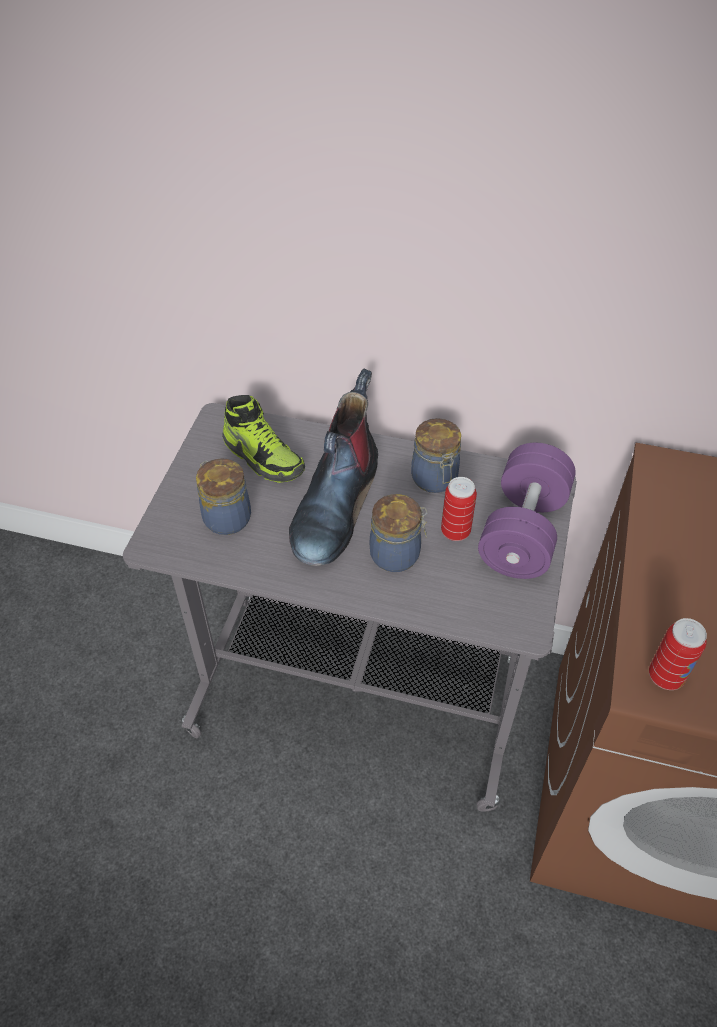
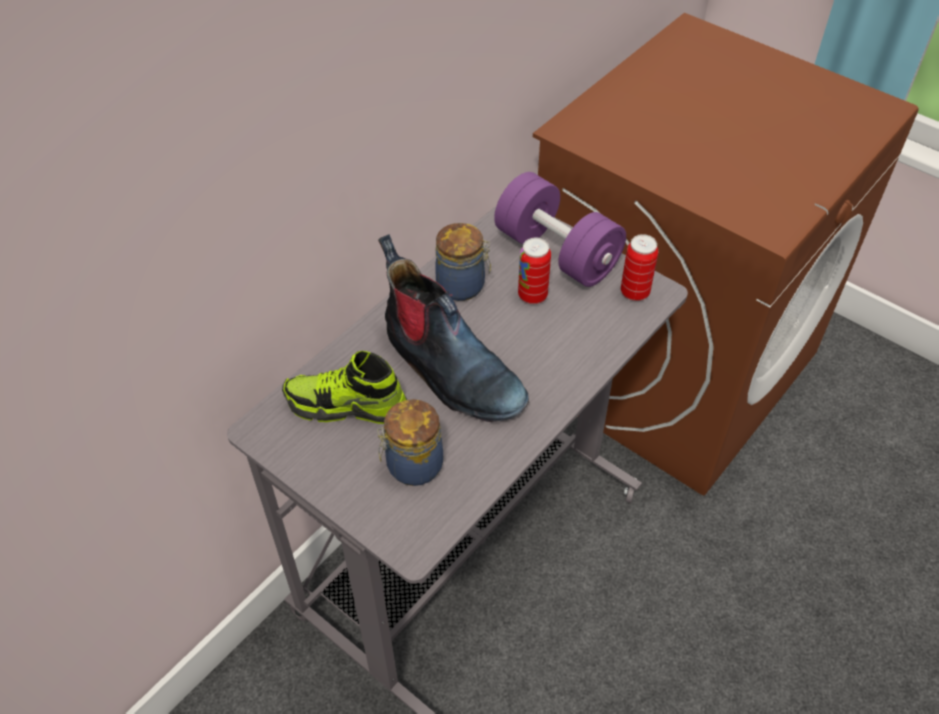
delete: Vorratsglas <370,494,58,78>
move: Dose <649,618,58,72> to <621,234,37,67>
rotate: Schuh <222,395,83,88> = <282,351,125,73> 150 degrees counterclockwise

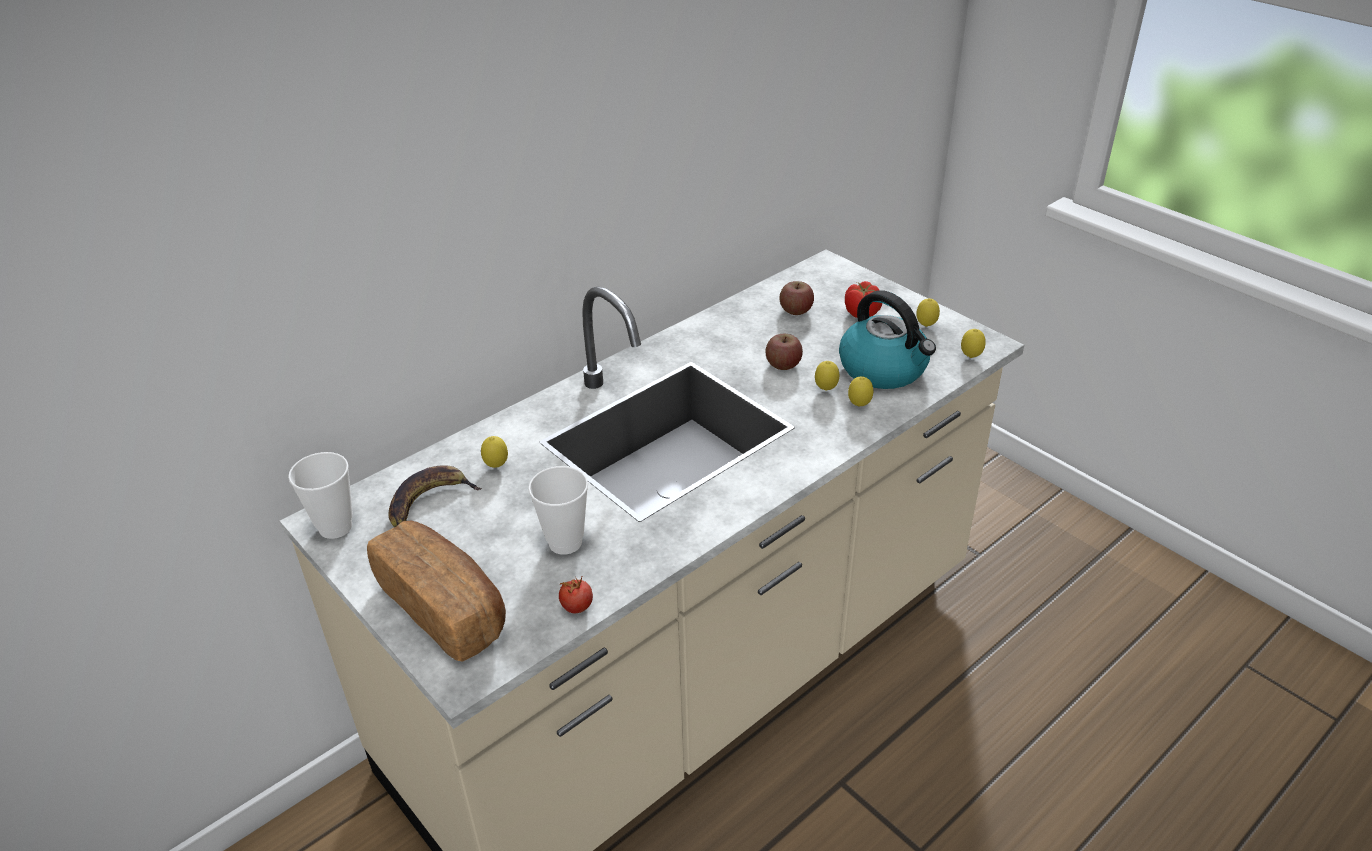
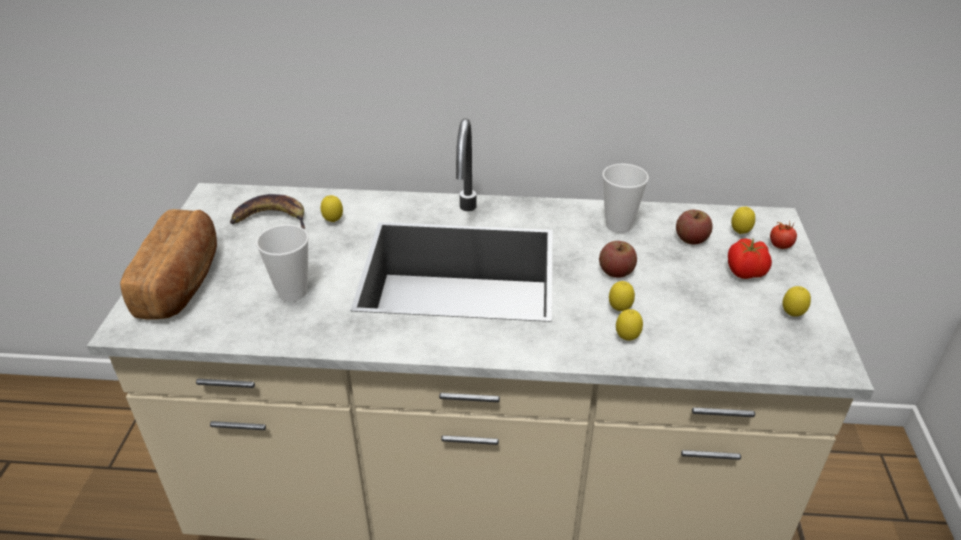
delete: Wasserkessel <839,290,97,99>
move: Tasse <288,452,65,87> to <603,164,46,69>; Tomate <559,577,34,36> to <770,220,27,29>; Zitrone <961,329,25,29> to <731,207,24,27>

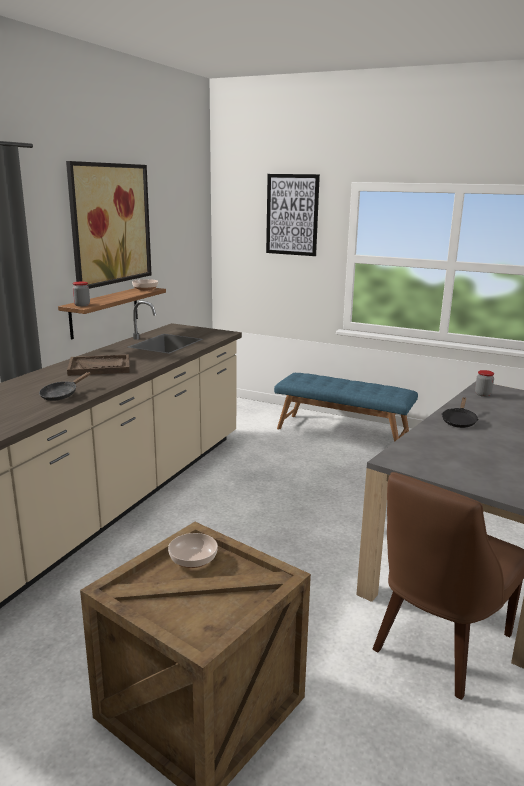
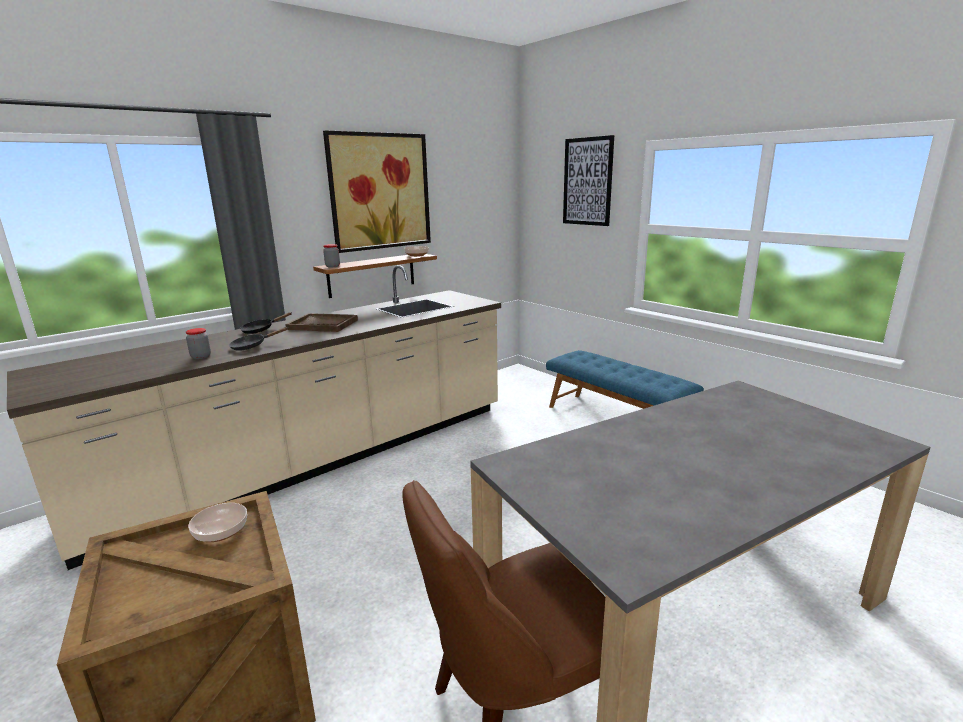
move: Pfanne [schwarz] <442,397,36,31> to <240,312,52,22>; Vorratsglas <475,370,19,27> to <186,328,25,31>

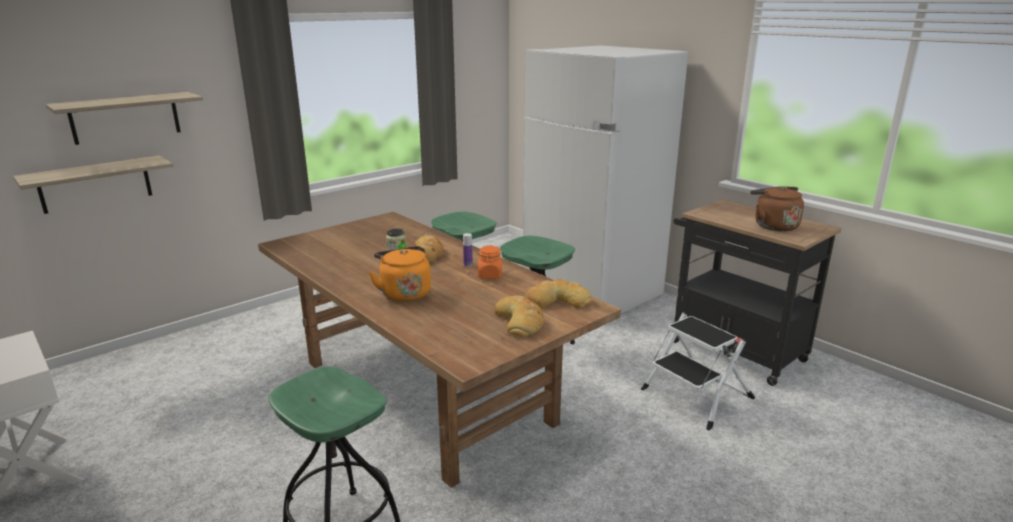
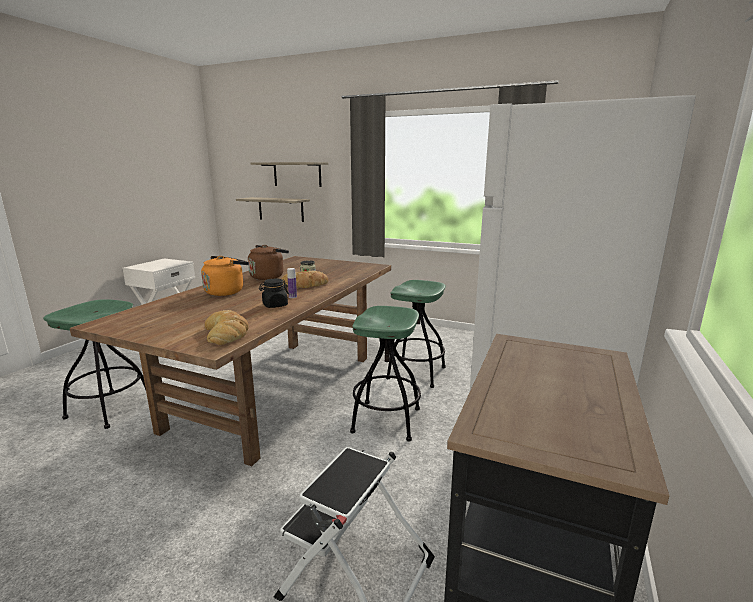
delete: Brot <494,296,50,41>
move: Wasserkessel [braun] <750,186,54,46> to <248,245,41,35>
recolor: Vorratsglas [orange] <478,245,24,34> to Vorratsglas [schwarz] <259,279,30,29>

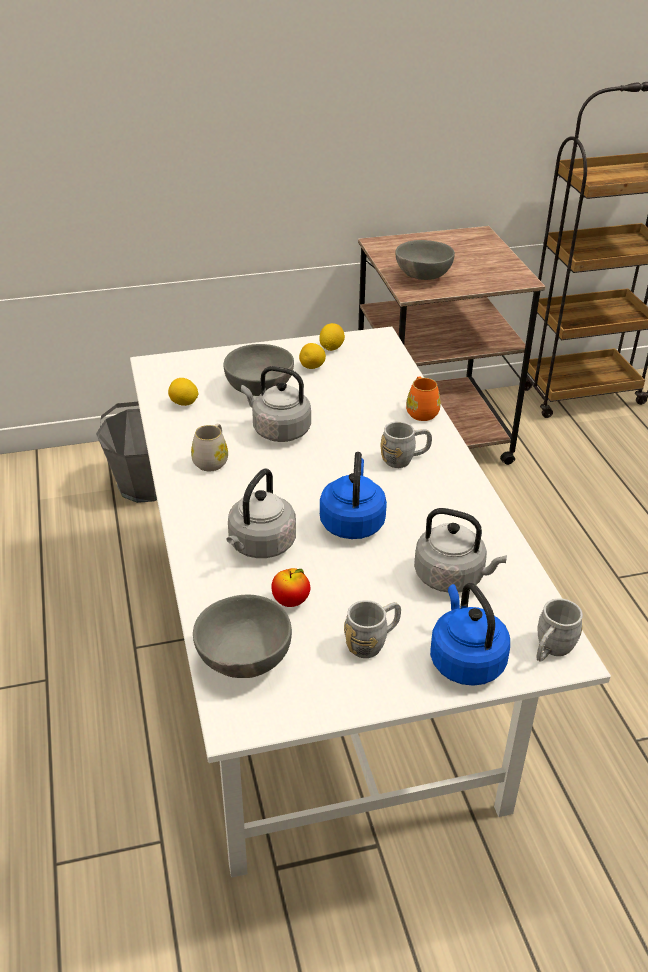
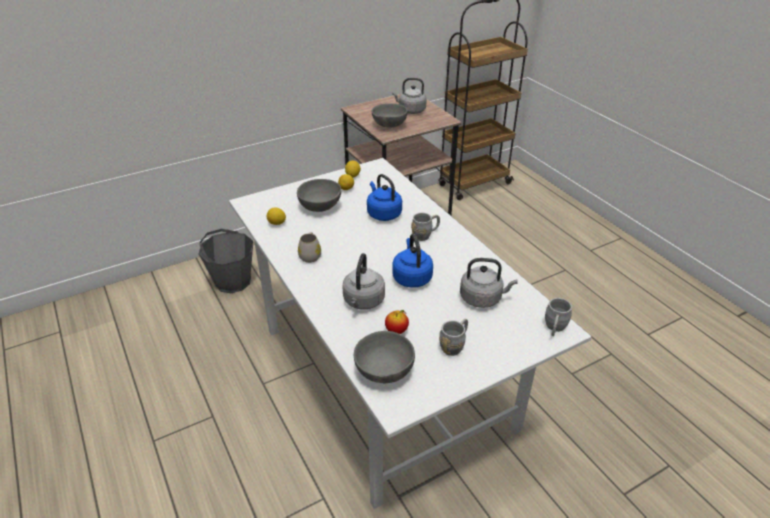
delete: Henkelbecher [orange] <406,376,35,45>
move: Wasserkessel [grau] <241,366,70,76> to <392,78,35,36>; Wasserkessel [blau] <430,583,80,103> to <367,174,35,47>

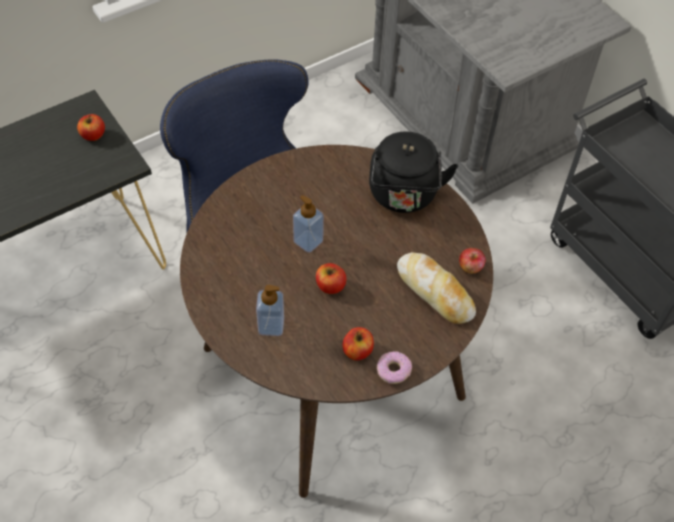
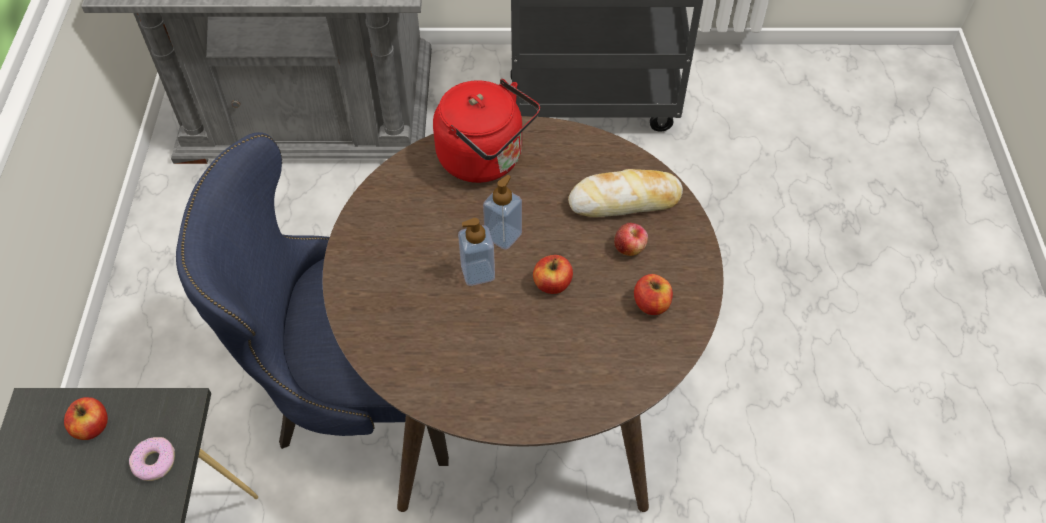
move: Seifenspender <256,285,28,51> to <483,175,39,75>; Donut <377,351,35,33> to <129,437,46,44>; Apfel <459,248,27,26> to <614,223,34,33>
recolor: Wasserkessel [schwarz] <369,132,89,81> to Wasserkessel [rot] <433,79,107,104>

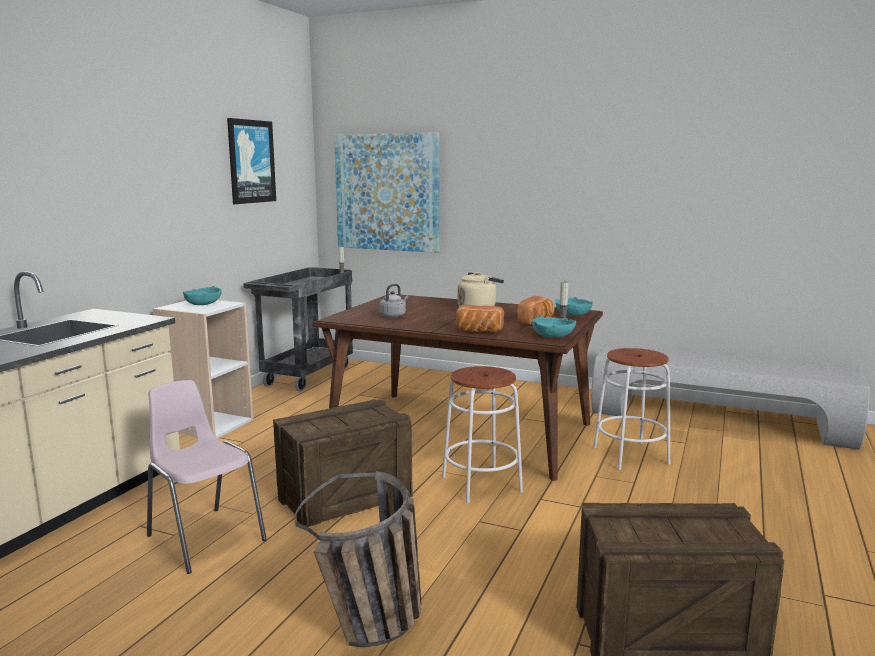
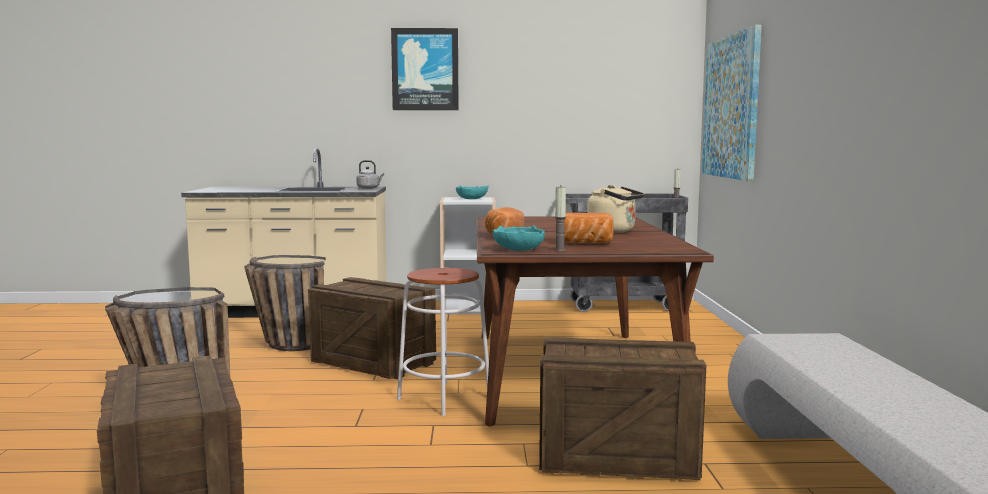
delete: Schüssel [türkis] <555,297,38,19>
move: Bild <227,118,49,86> to <391,28,68,82>; Wasserkessel [grau] <379,284,29,34> to <356,160,28,29>
replace: Stuhl [rosa] <147,380,120,194> to Korb <244,255,82,96>; Hocker [weiß] <593,348,77,122> to Kiste <539,337,168,143>

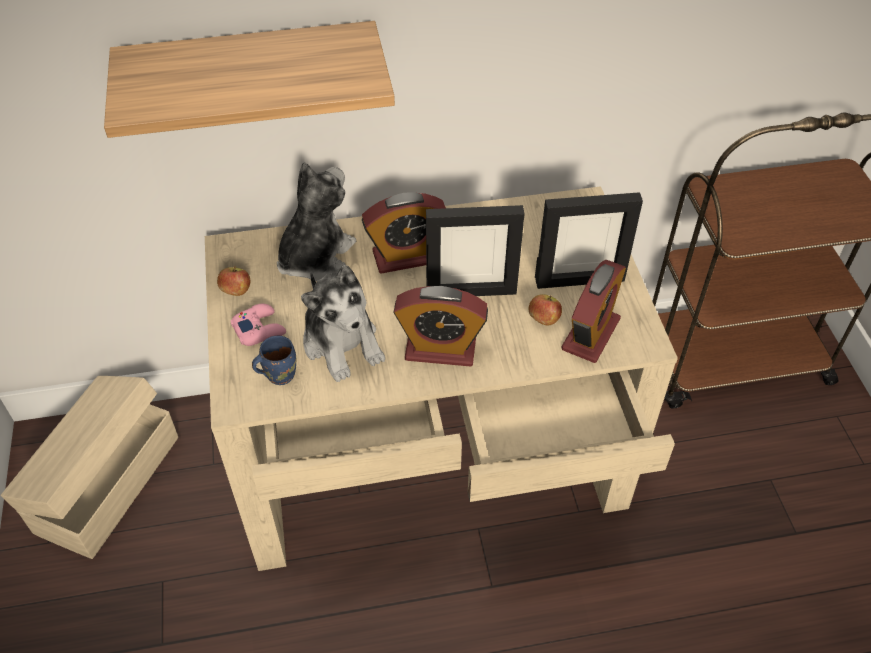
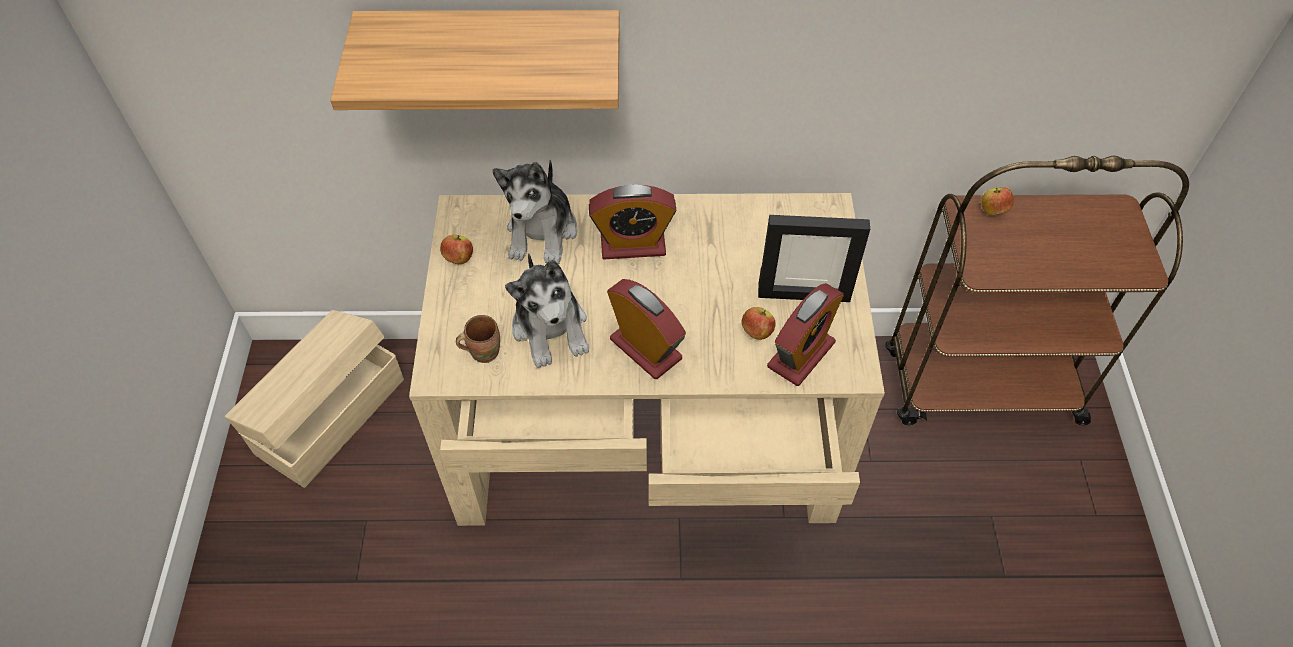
delete: Gamepad [rosa] <230,303,56,43>; Bilderrahmen <426,205,98,91>
insert: Apfel <982,187,32,29>
recolor: Henkelbecher [blau] <252,336,44,49> to Henkelbecher [braun] <456,315,44,48>
rotate: Plüschtier <277,162,79,119> = <492,160,85,104> 150 degrees clockwise; Wecker <393,286,95,81> = <607,279,79,100> 150 degrees counterclockwise

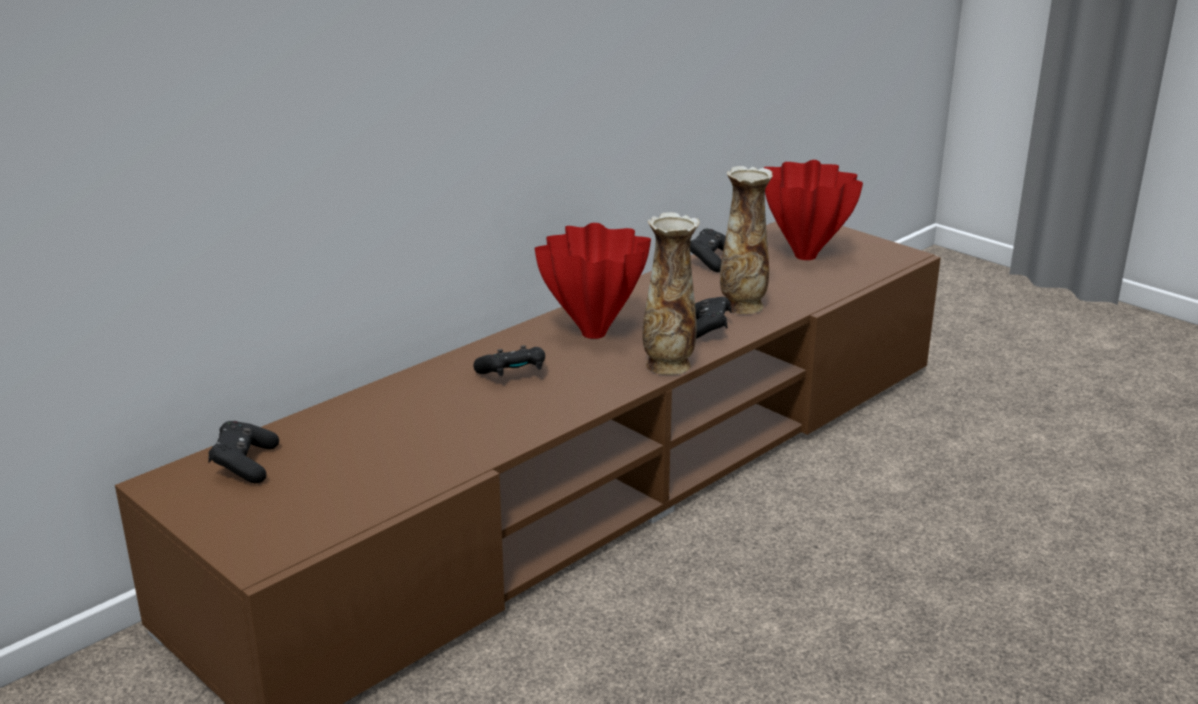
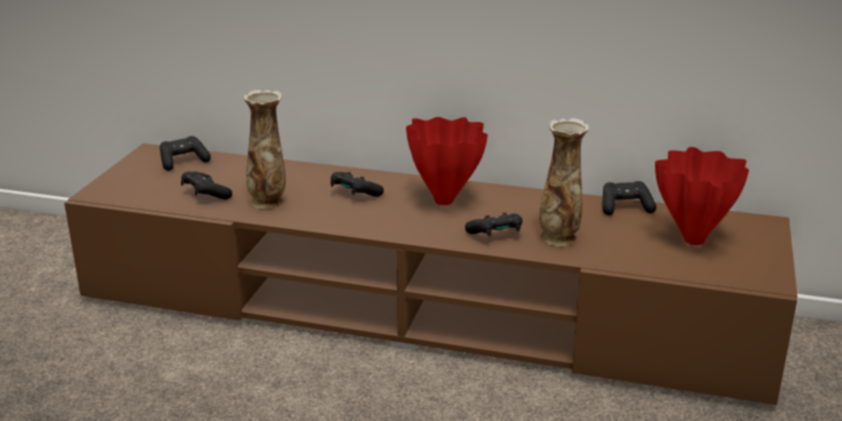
insert: Gamepad [schwarz] <181,171,51,29>
move: Vase <642,212,58,163> to <243,90,43,119>

